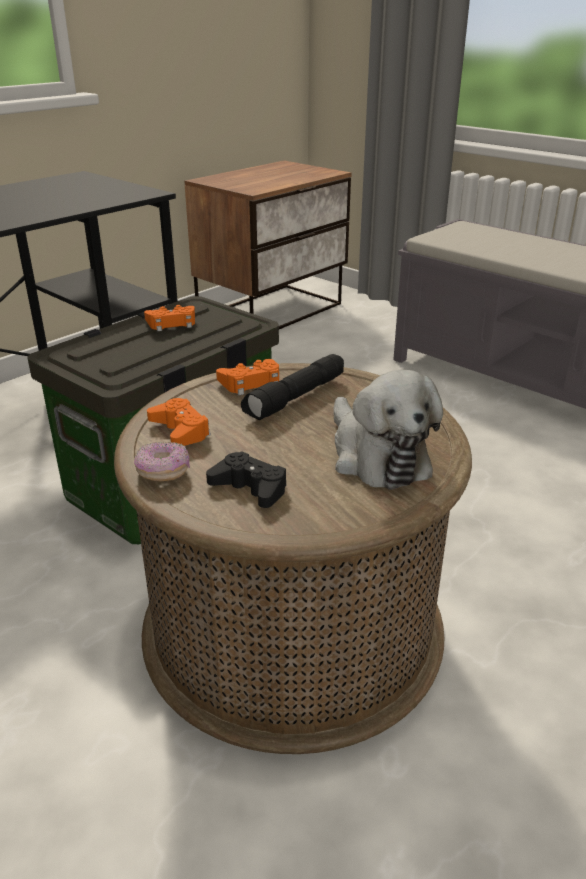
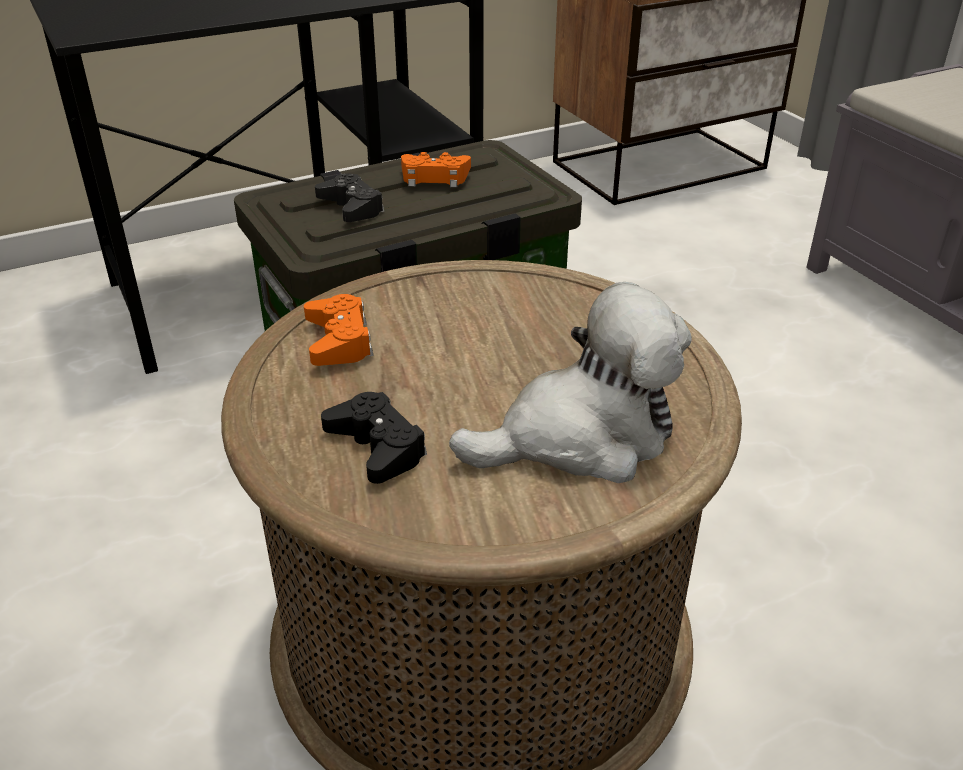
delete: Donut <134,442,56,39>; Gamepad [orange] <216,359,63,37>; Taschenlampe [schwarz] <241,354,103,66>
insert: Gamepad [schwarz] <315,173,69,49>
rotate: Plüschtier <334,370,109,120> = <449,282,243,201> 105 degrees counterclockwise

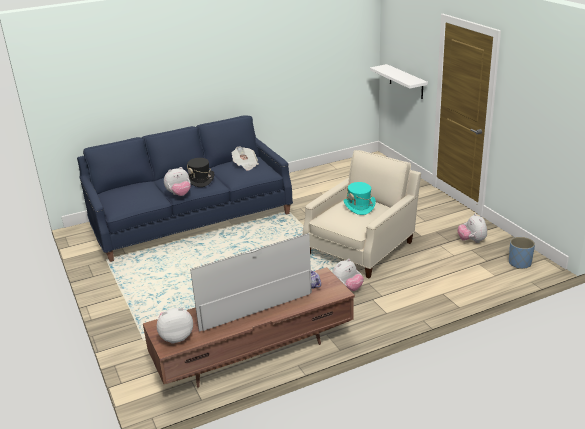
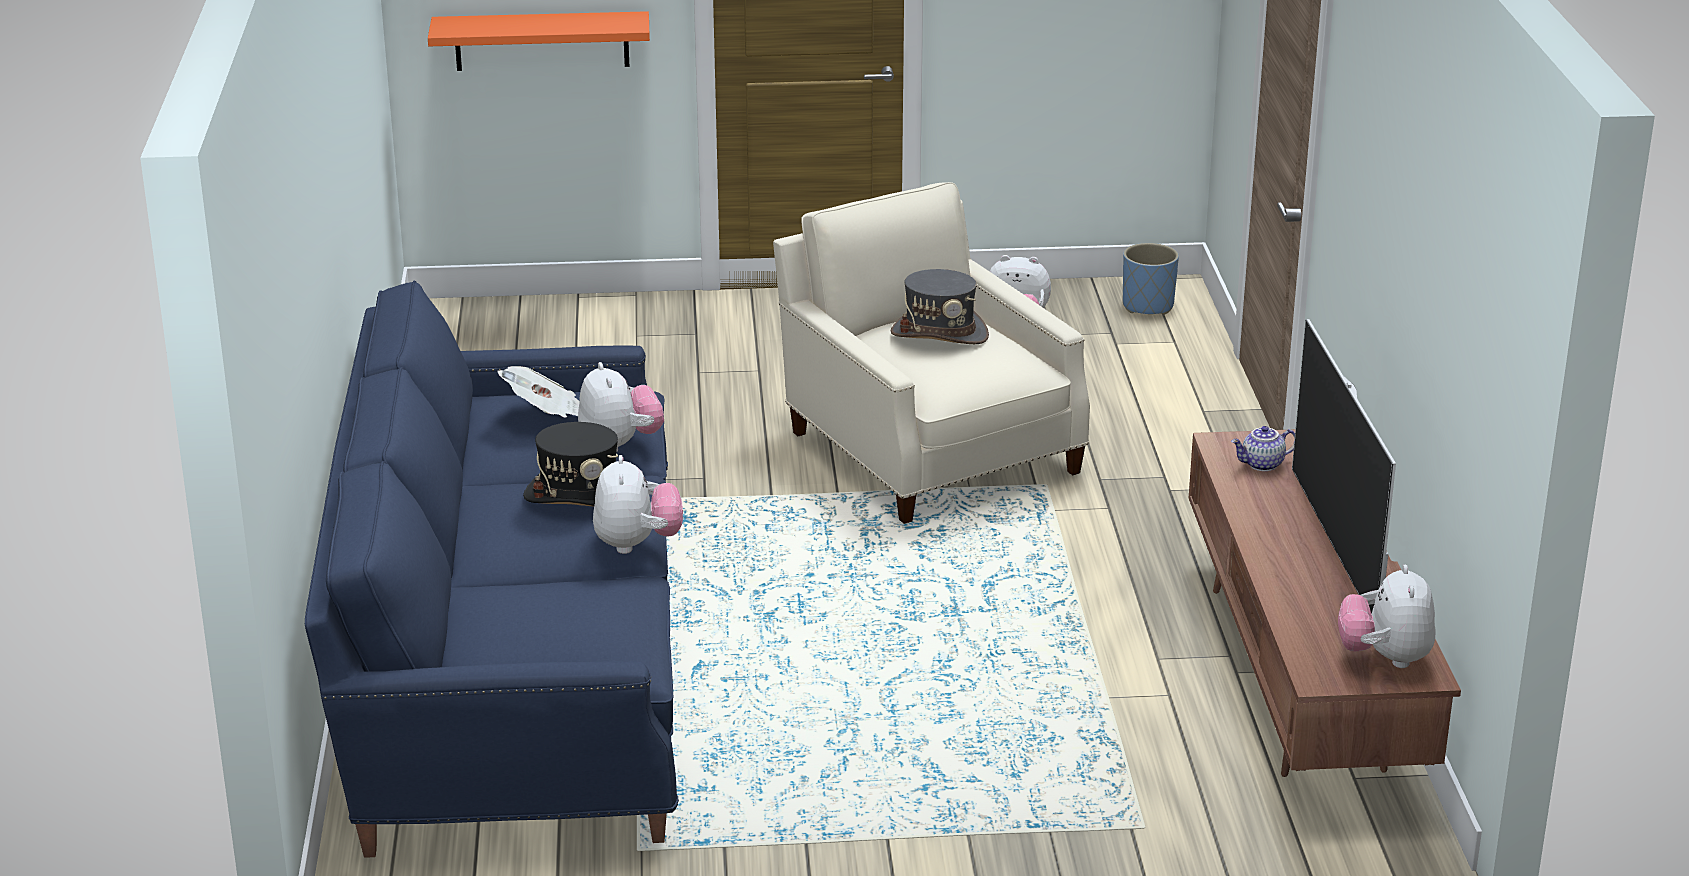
move: Plüschtier <332,259,32,32> to <578,362,86,91>
recolor: Hut [türkis] <344,182,32,33> to Hut [grau] <891,269,98,75>; Wandregal [weiß] <370,64,58,35> to Wandregal [orange] <428,11,222,60>

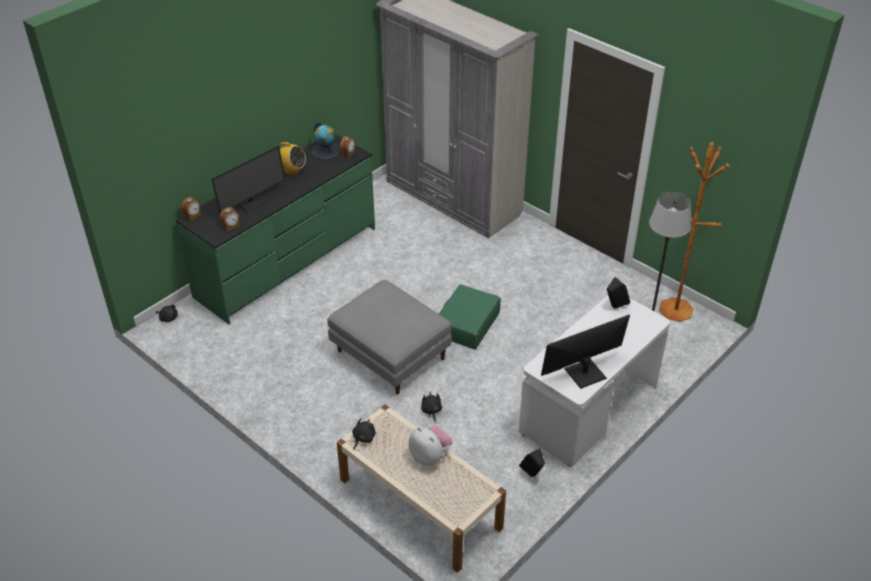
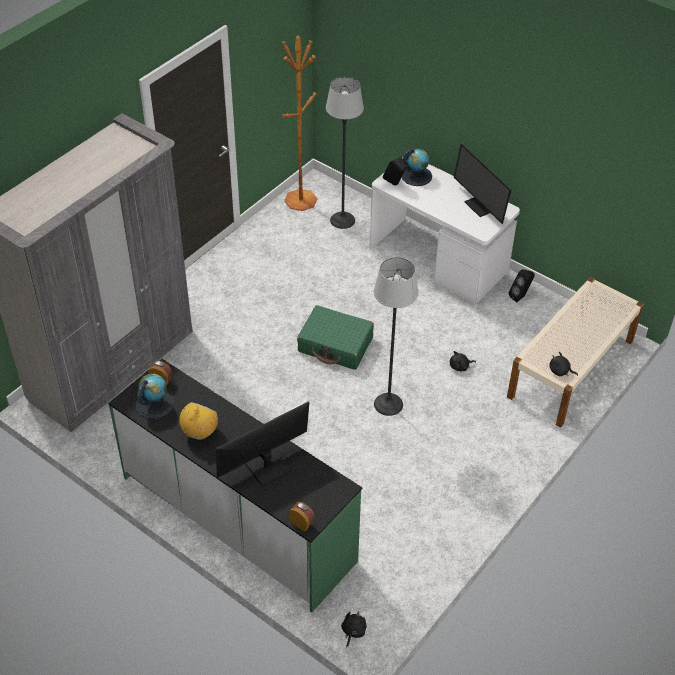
delete: Wecker <220,207,20,24>; Plüschtier <409,426,43,40>
insert: Globus <402,148,30,38>
replace: Polsterhocker [grau] <328,280,124,115> to Stehlampe <374,257,45,159>
rotate: Monitor <211,145,75,69> = <216,401,93,86> 75 degrees counterclockwise

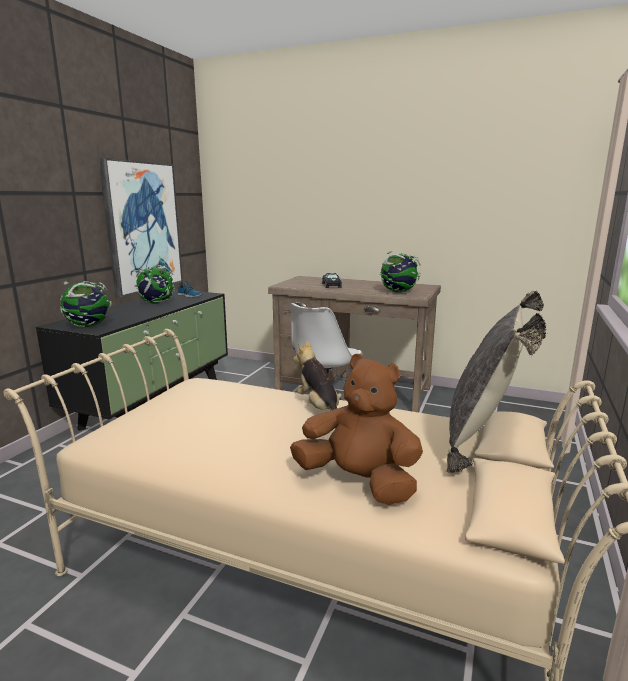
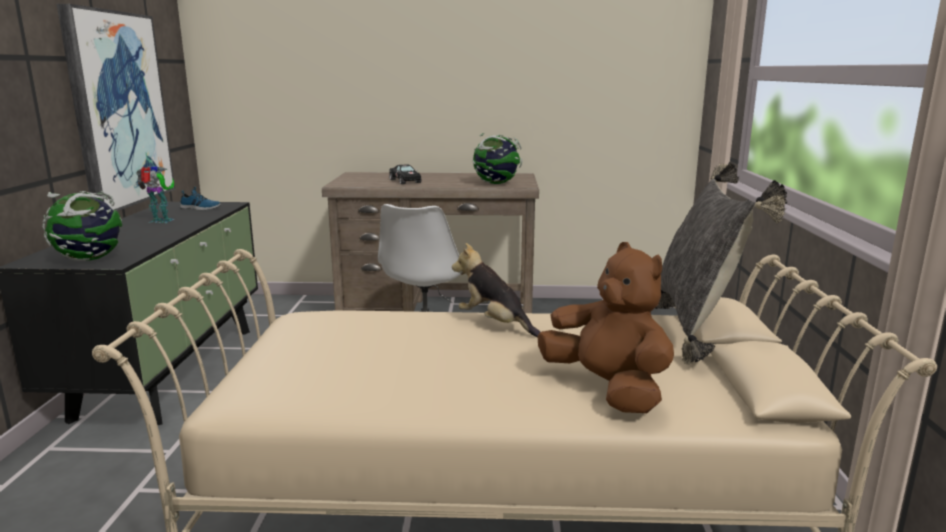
replace: Globus <134,265,41,39> to Spielzeugroboter <136,166,39,57>
rotate: Plüschtier [braun] <290,354,133,151> = <537,242,137,171> 45 degrees clockwise

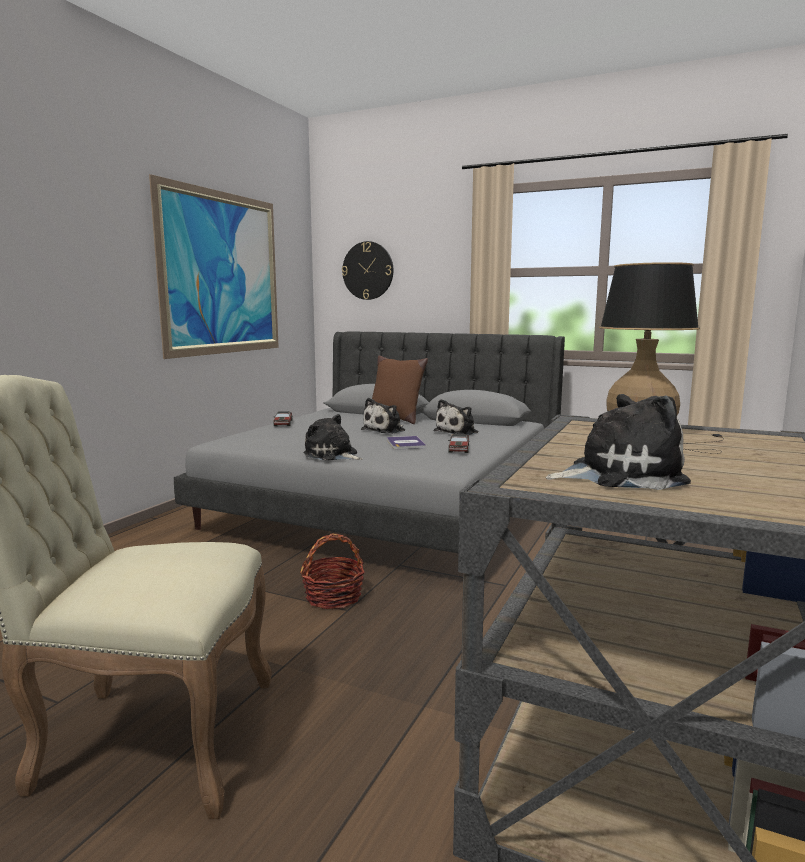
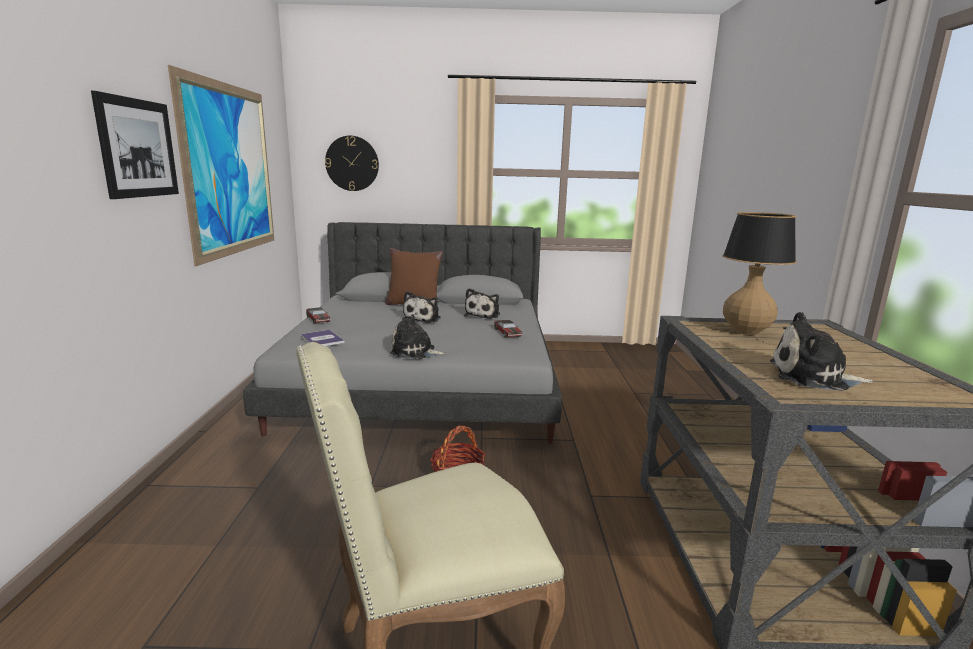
insert: Bild <91,91,88,108>
move: Buch <387,436,40,13> to <302,330,43,16>
rotate: Plüschtier <545,394,146,96> = <770,312,103,79> 135 degrees counterclockwise

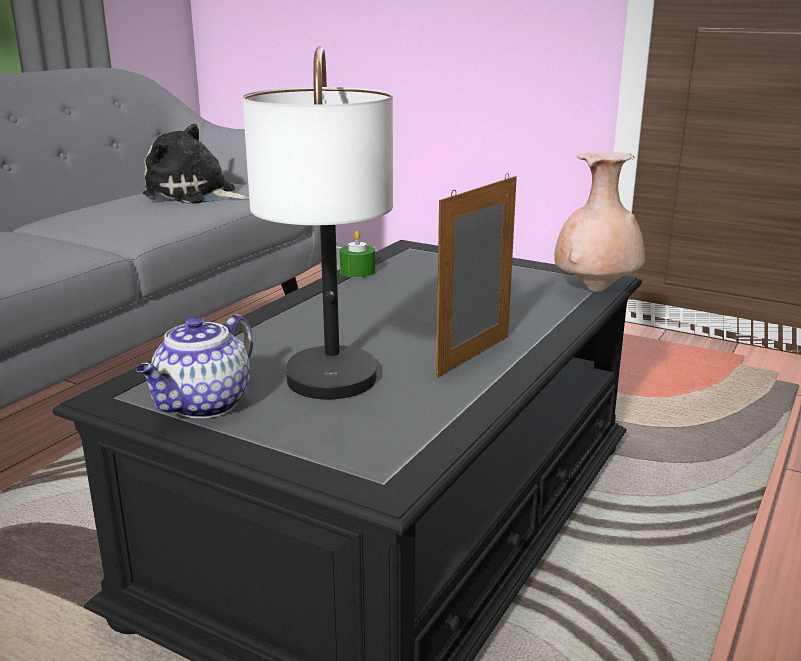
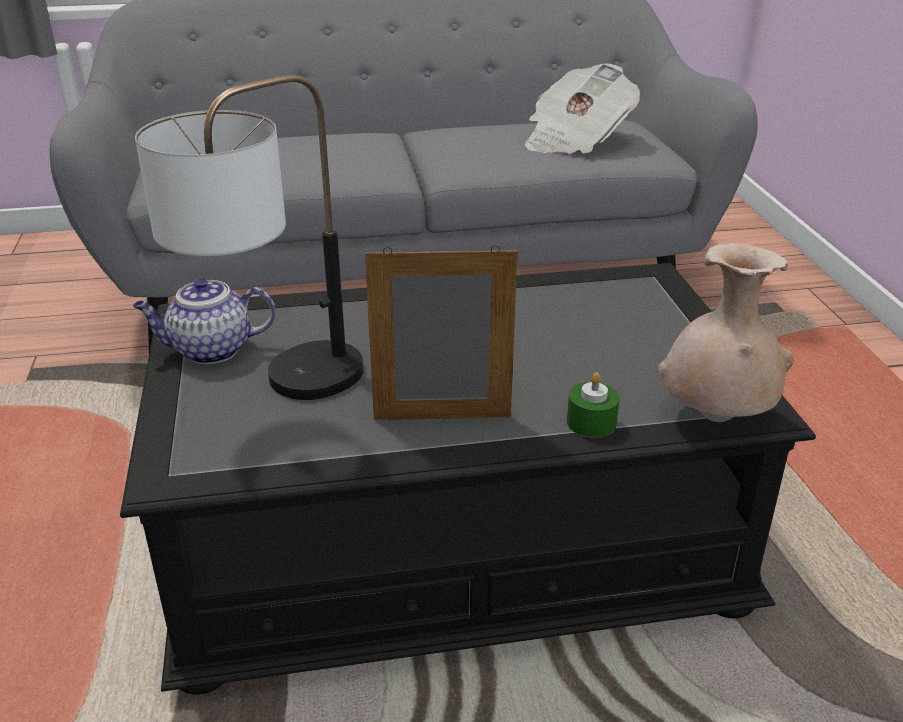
move: Kerze [grün] <340,231,35,47> to <567,372,53,66>
replace: Plüschtier <143,123,106,81> to Zeitung <525,63,115,91>

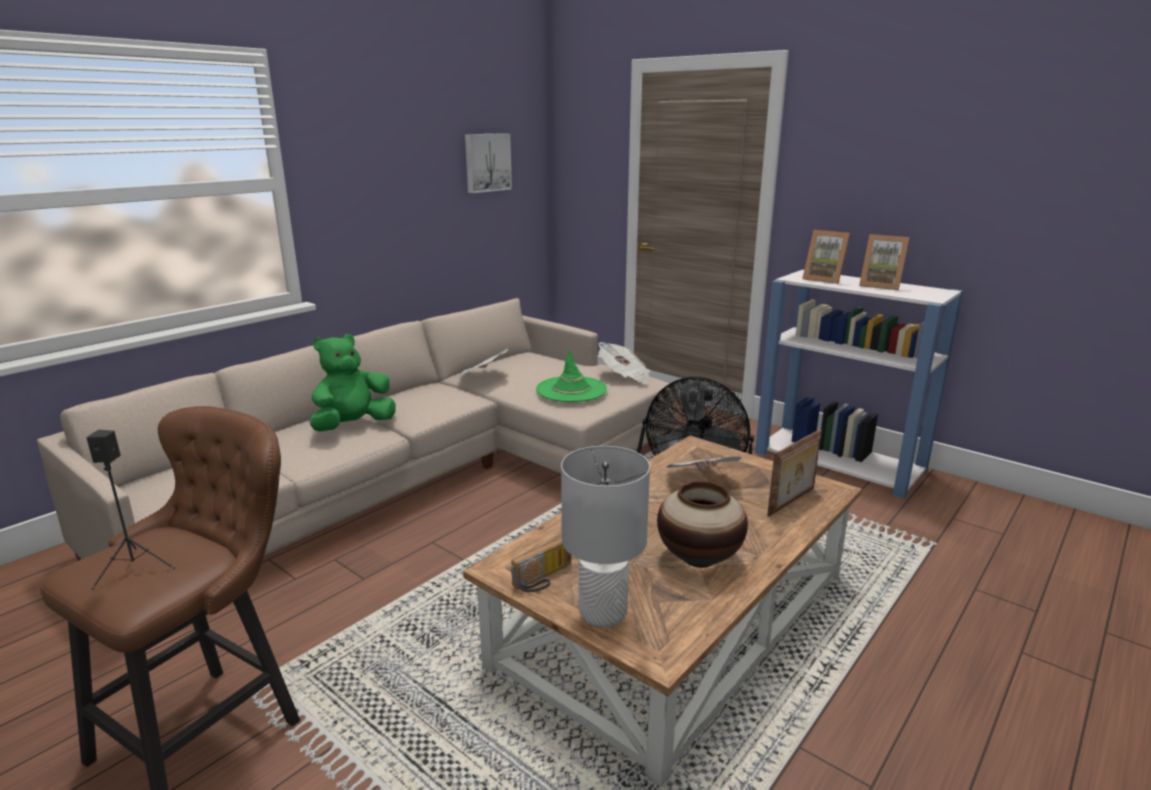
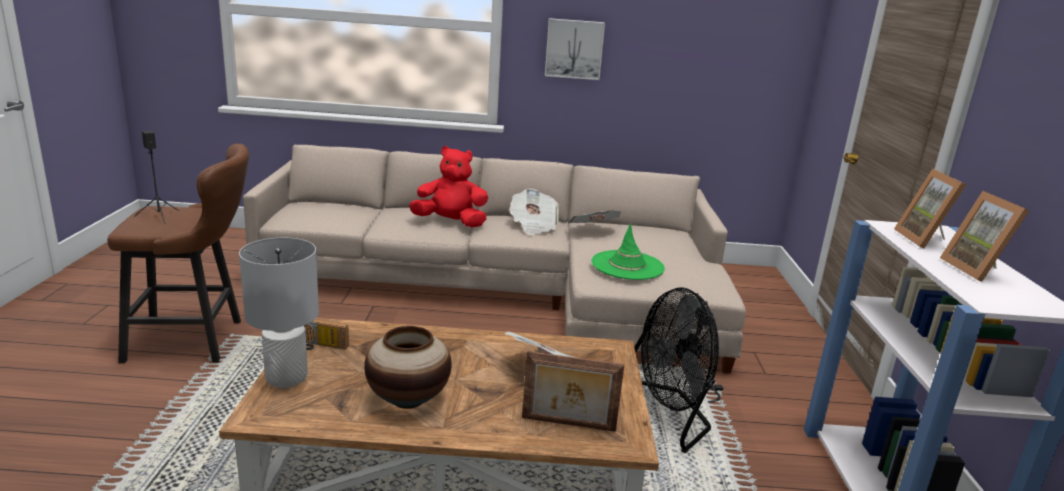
move: Bild <465,133,47,60> to <545,18,60,62>; Zeitung <599,342,52,42> to <509,189,50,46>
recolor: Plüschtier [grün] <310,334,86,98> to Plüschtier [rot] <409,146,79,82>

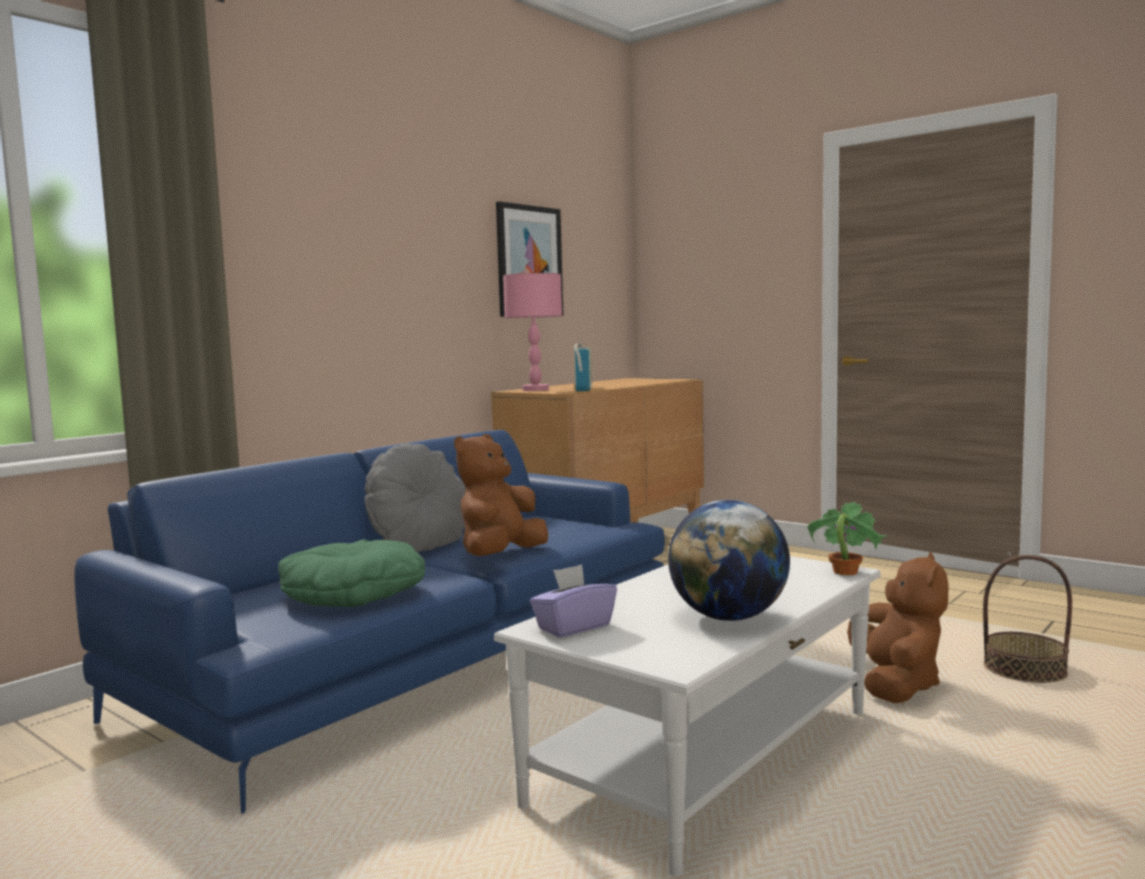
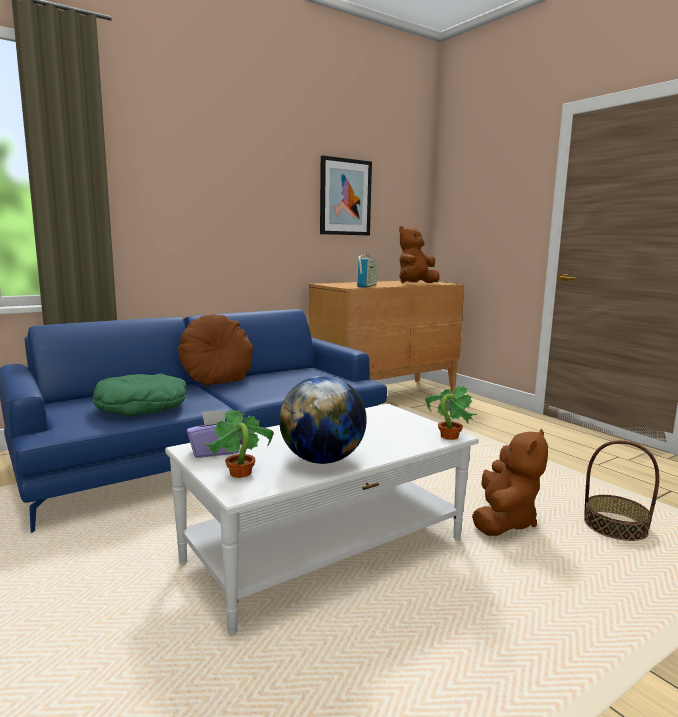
delete: Tischlampe [rosa] <503,273,59,118>
insert: Topfpflanze <204,409,70,69>
move: Plüschtier [braun] <454,434,94,122> to <399,226,41,57>
recolor: Kissen [grau] <364,443,102,109> to Kissen [braun] <178,314,75,71>

